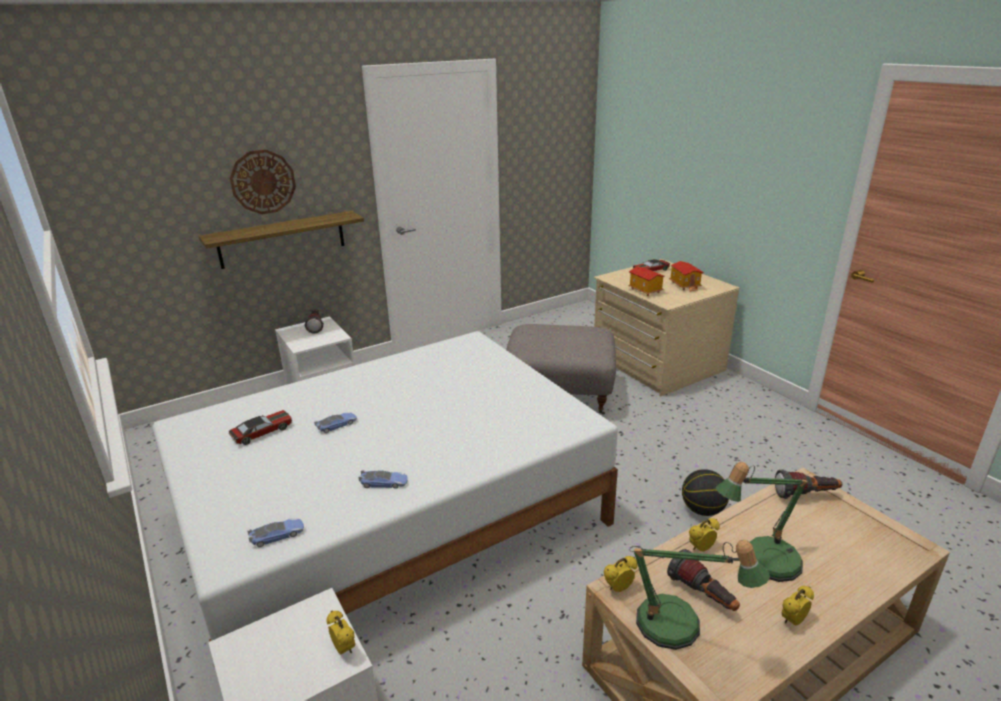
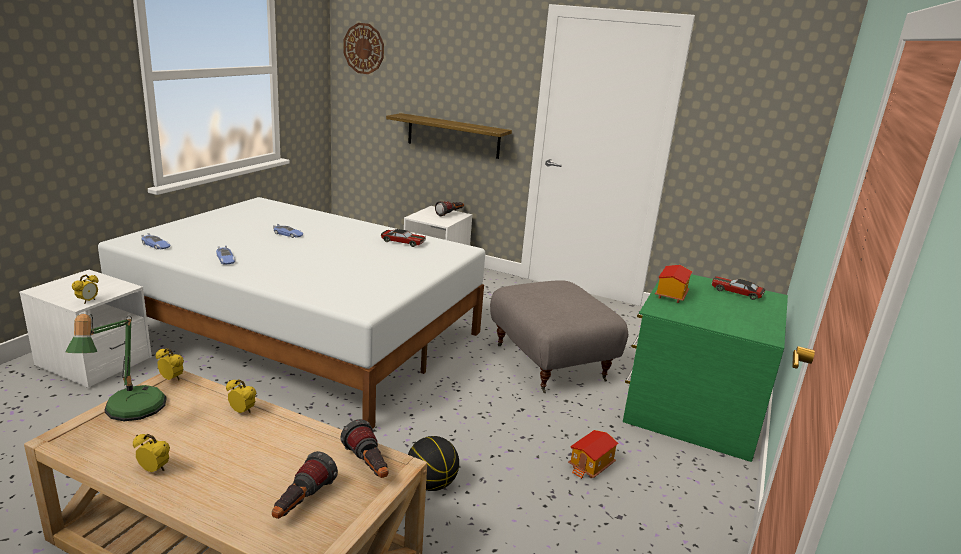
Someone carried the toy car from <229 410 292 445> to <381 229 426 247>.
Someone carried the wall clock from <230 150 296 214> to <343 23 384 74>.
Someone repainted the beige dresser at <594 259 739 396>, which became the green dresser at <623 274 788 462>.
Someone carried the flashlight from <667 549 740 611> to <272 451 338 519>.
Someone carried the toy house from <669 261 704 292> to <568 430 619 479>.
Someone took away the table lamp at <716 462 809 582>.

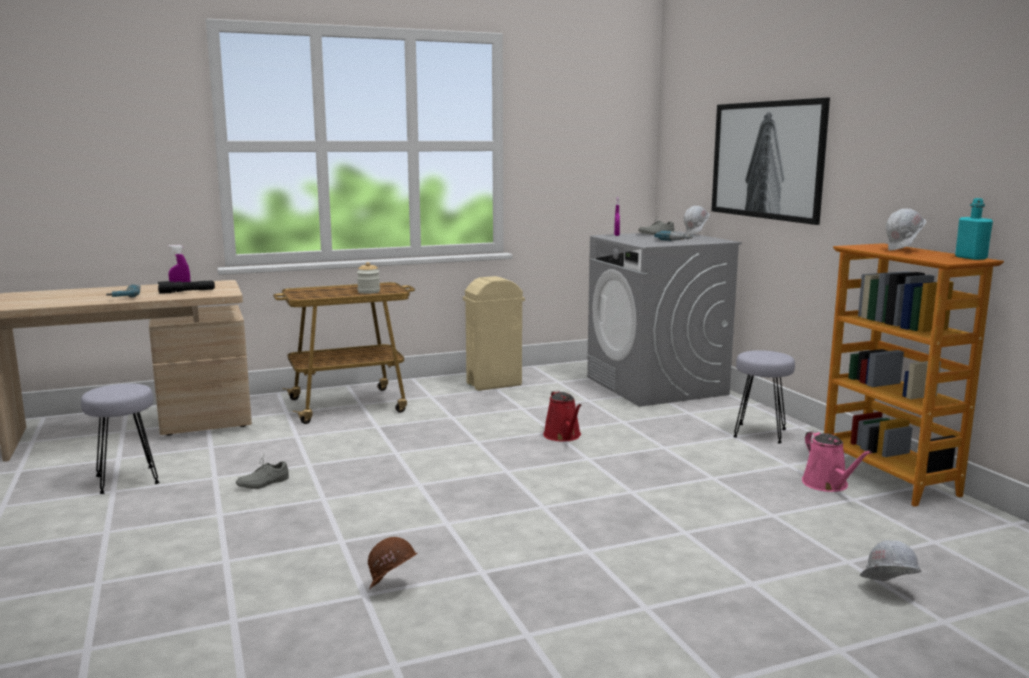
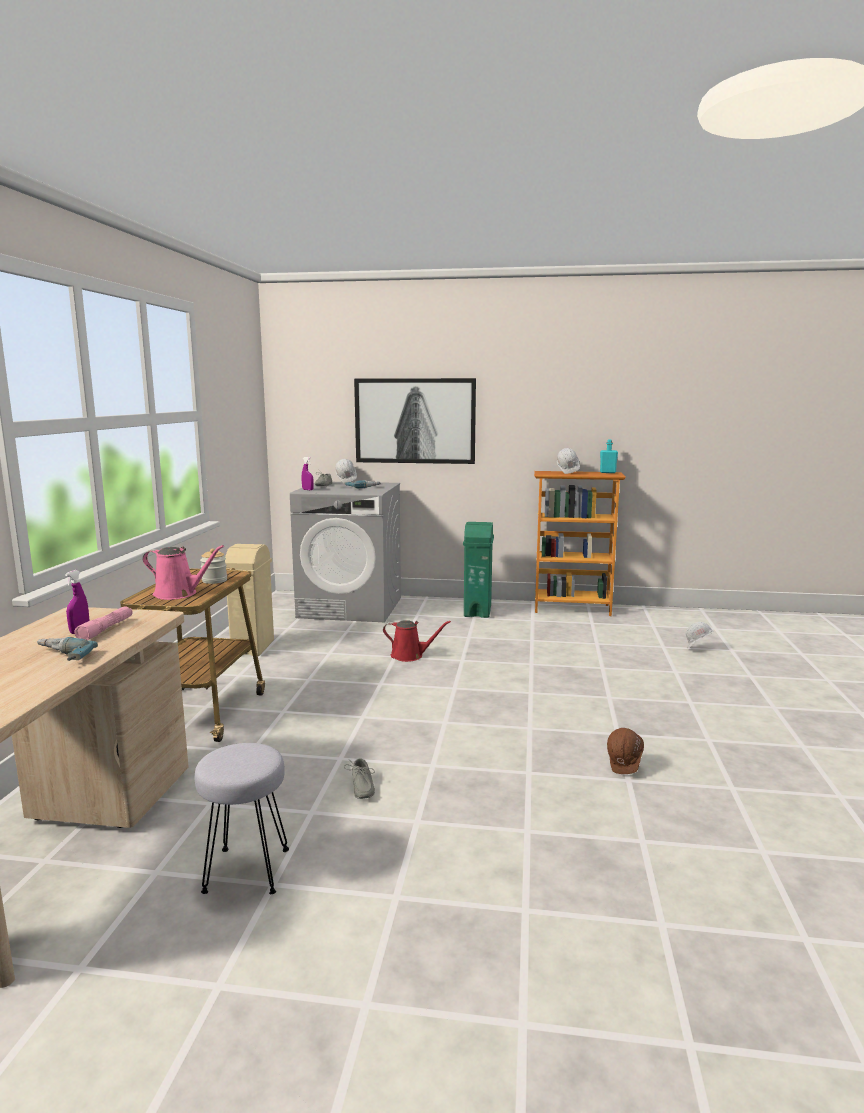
Someone repainted the black flashlight at <158 281 215 294>, which became the pink flashlight at <74 606 132 640>.
Someone swapped the grey stool at <733 350 795 443> for the green trash can at <463 522 494 618>.
Someone carried the pink watering can from <802 430 872 492> to <142 545 224 600>.

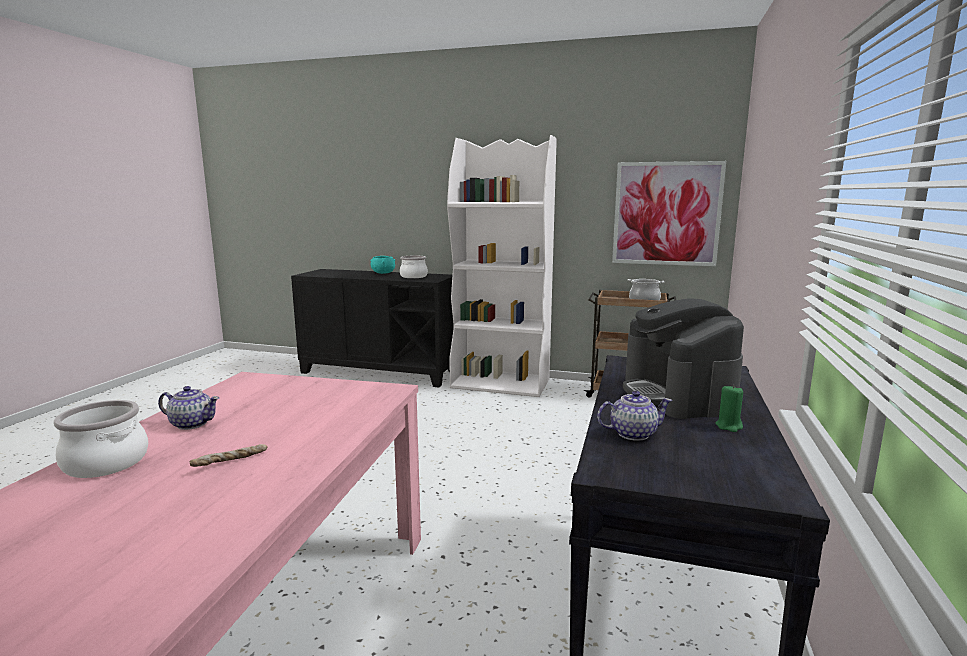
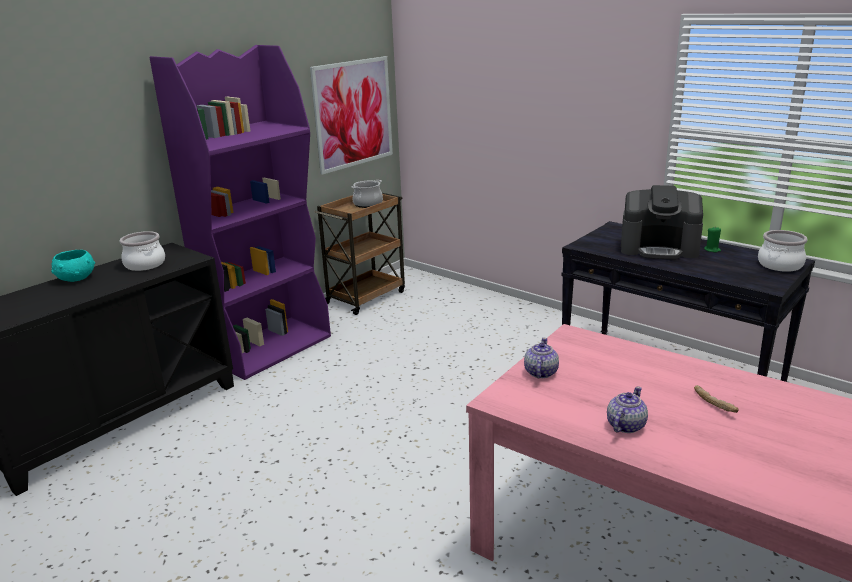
Someone carried the cooking pot from <53 400 148 478> to <758 230 808 272>.
Someone repainted the white bookcase at <447 135 557 397>, which became the purple bookcase at <150 45 331 380>.
Someone carried the teapot from <597 391 672 441> to <524 338 559 378>.

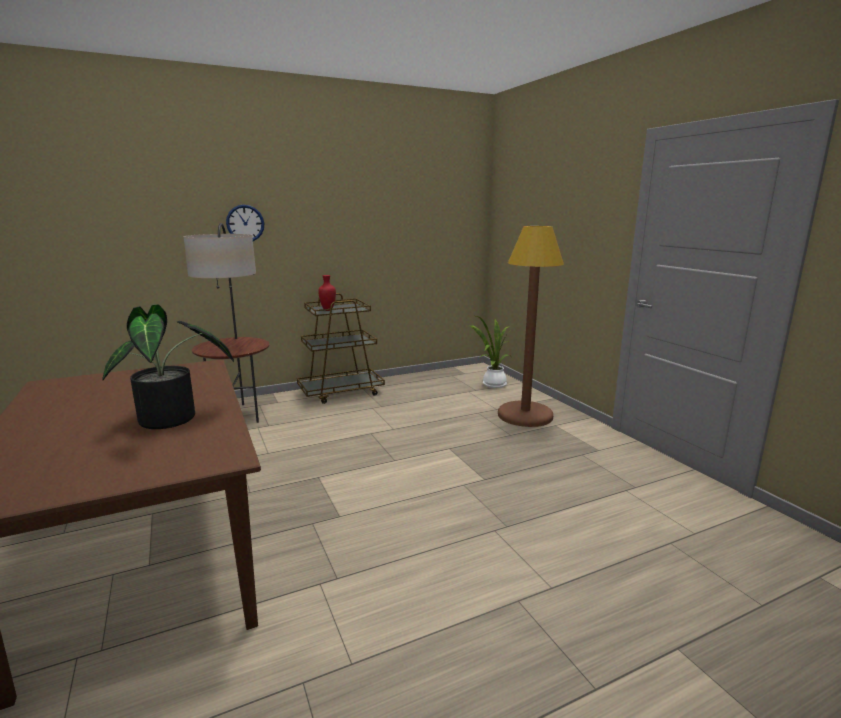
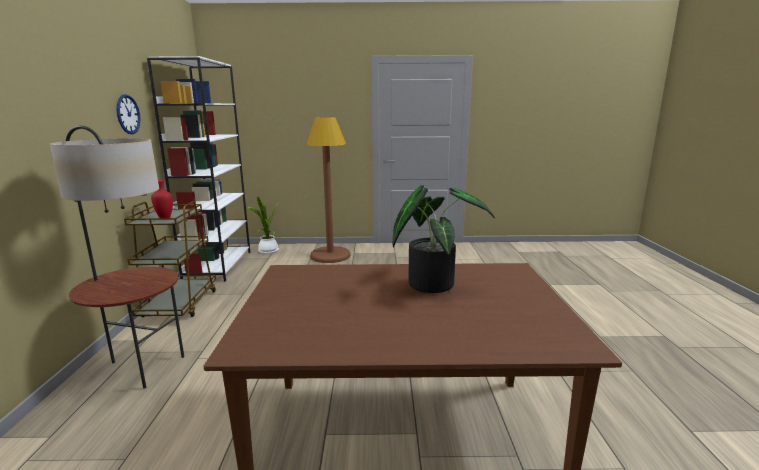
Someone carried the wall clock from <226 205 264 241> to <116 94 140 134>.
Someone put down the white bookcase at <147 56 250 282>.

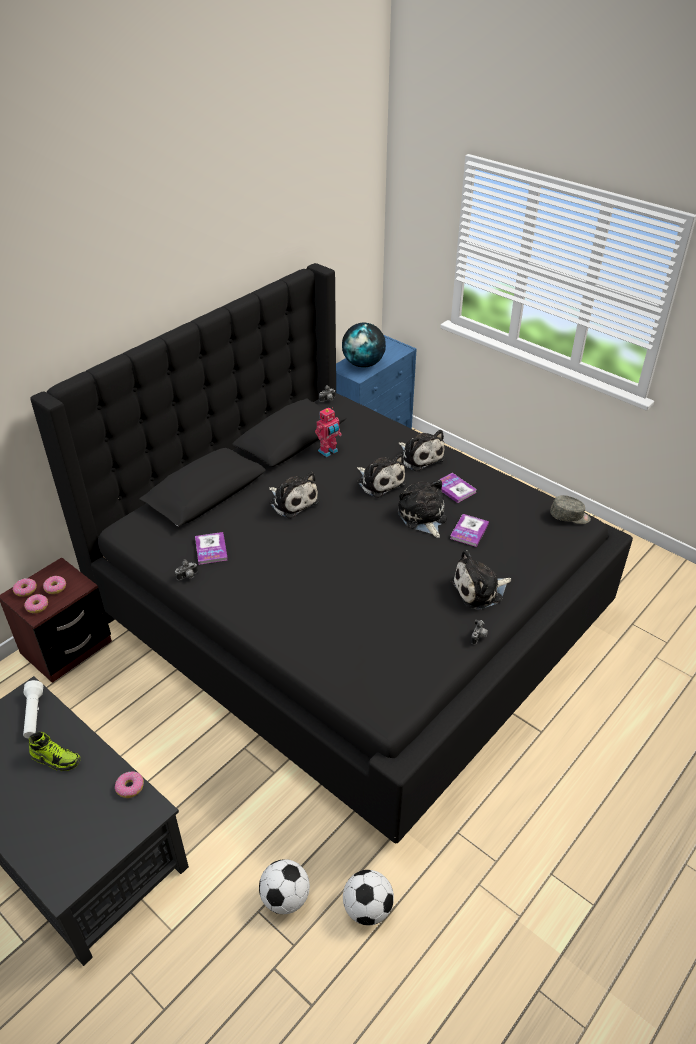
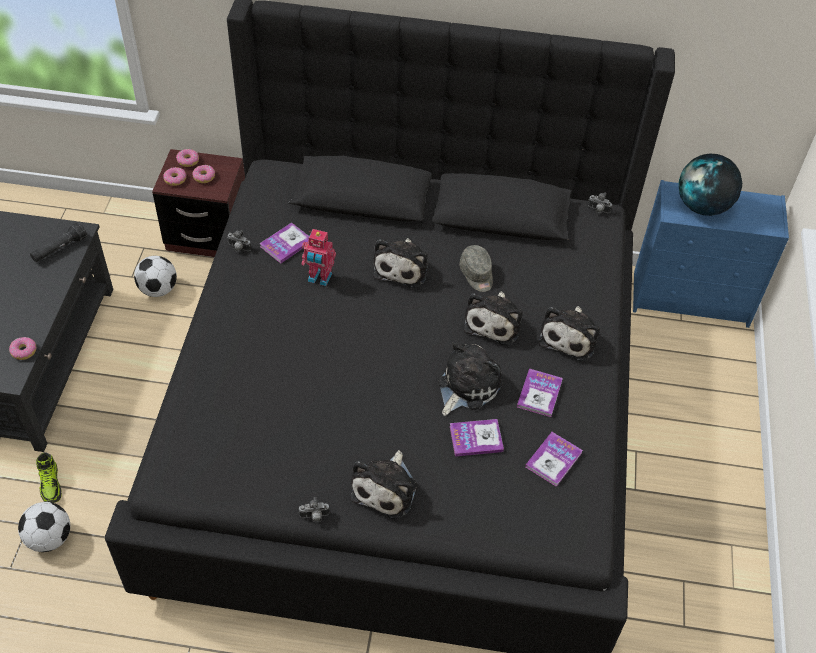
Someone repainted the white flashlight at <23 680 43 739>, which became the black flashlight at <30 222 87 262>.
Someone carried the shoe from <29 731 80 771> to <36 452 62 503>.
Someone carried the toy robot from <315 407 342 457> to <301 229 336 286>.
Someone carried the football from <343 870 394 925> to <134 256 177 297>.
Someone rotated the plush toy at <451 550 511 610> by 105 degrees counterclockwise.
Someone carried the grey cap from <550 495 591 524> to <459 245 493 292>.
Someone put down the book at <525 432 583 487>.

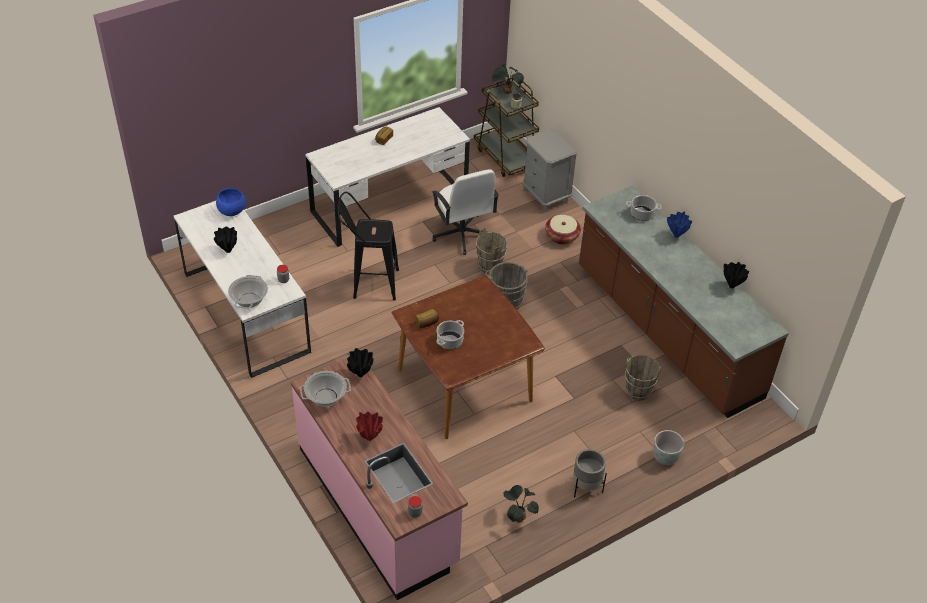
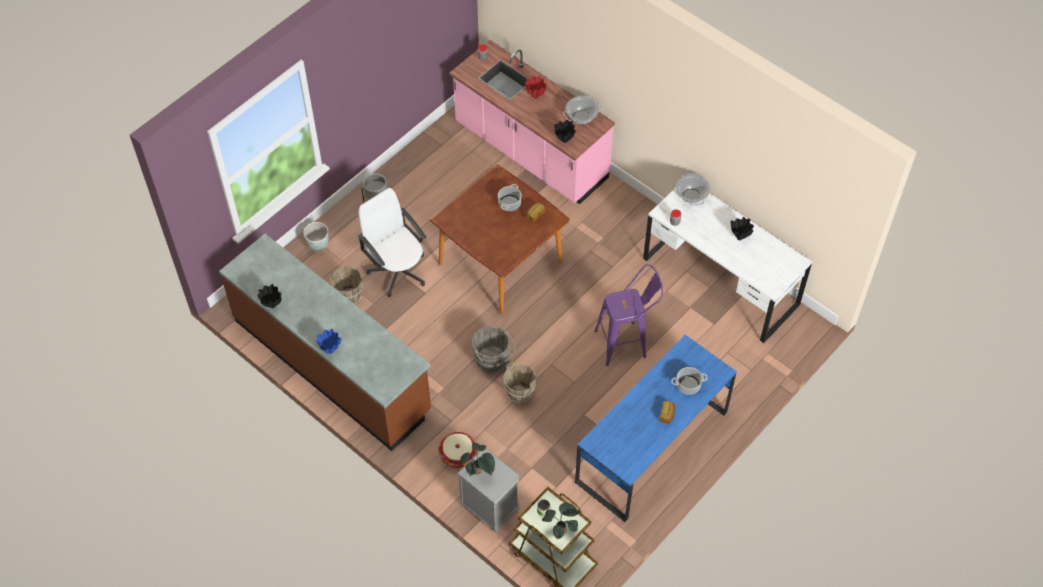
Someone took away the blue bowl at <216 188 246 216>.
Someone repainted the white desk at <305 107 470 247>, which became the blue desk at <575 335 737 522>.
Someone repainted the black stool at <337 192 399 301>, which became the purple stool at <595 264 663 366>.
Someone carried the white office chair from <432 169 499 255> to <357 188 427 297>.
Someone carried the potted plant from <504 485 539 523> to <460 443 495 476>.
Someone carried the cooking pot from <626 195 662 221> to <671 367 708 395>.

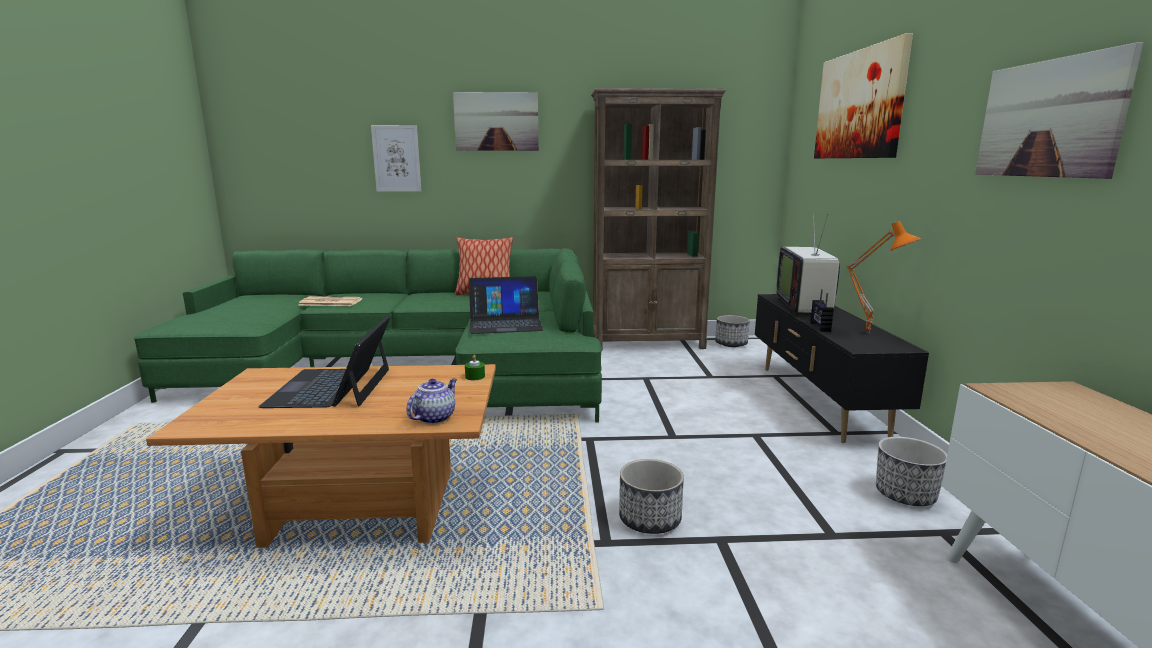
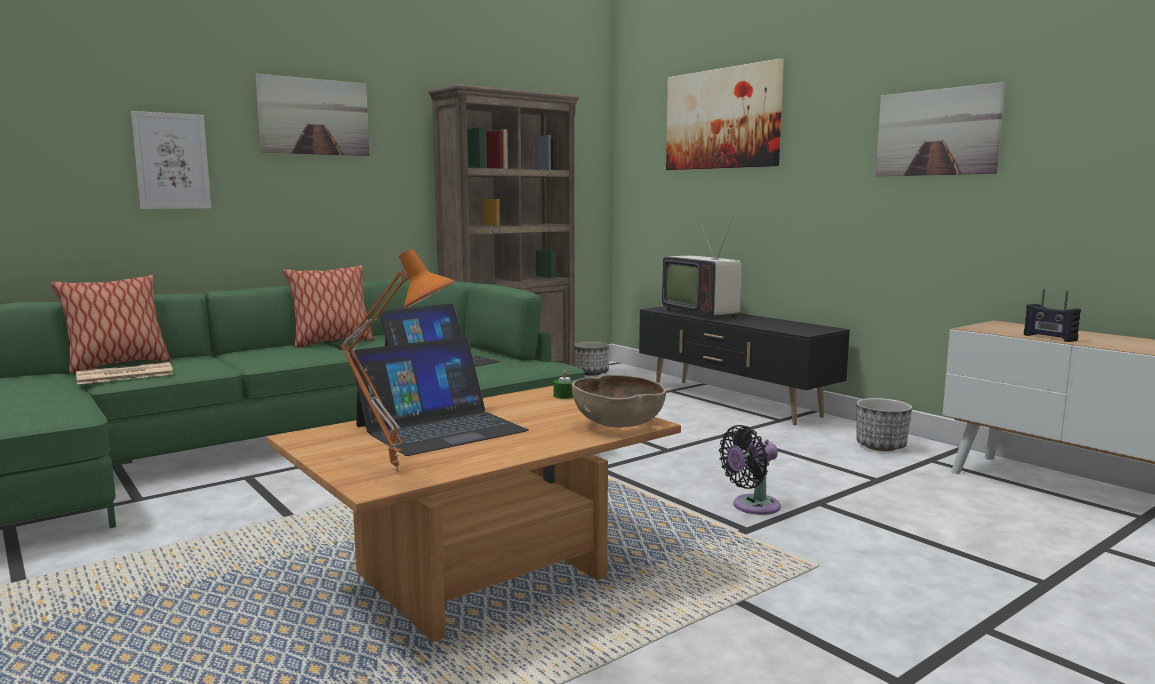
Someone rotated the laptop at <258 316 390 408> by 90 degrees counterclockwise.
Someone swapped the teapot at <406 379 457 424> for the brown bowl at <572 375 666 428>.
Someone swapped the planter at <619 459 684 534> for the black fan at <719 425 781 515>.
Someone carried the radio from <810 290 834 332> to <1024 289 1081 342>.
Someone carried the orange table lamp from <847 221 921 333> to <340 249 454 472>.
Someone put down the pillow at <51 275 171 374>.

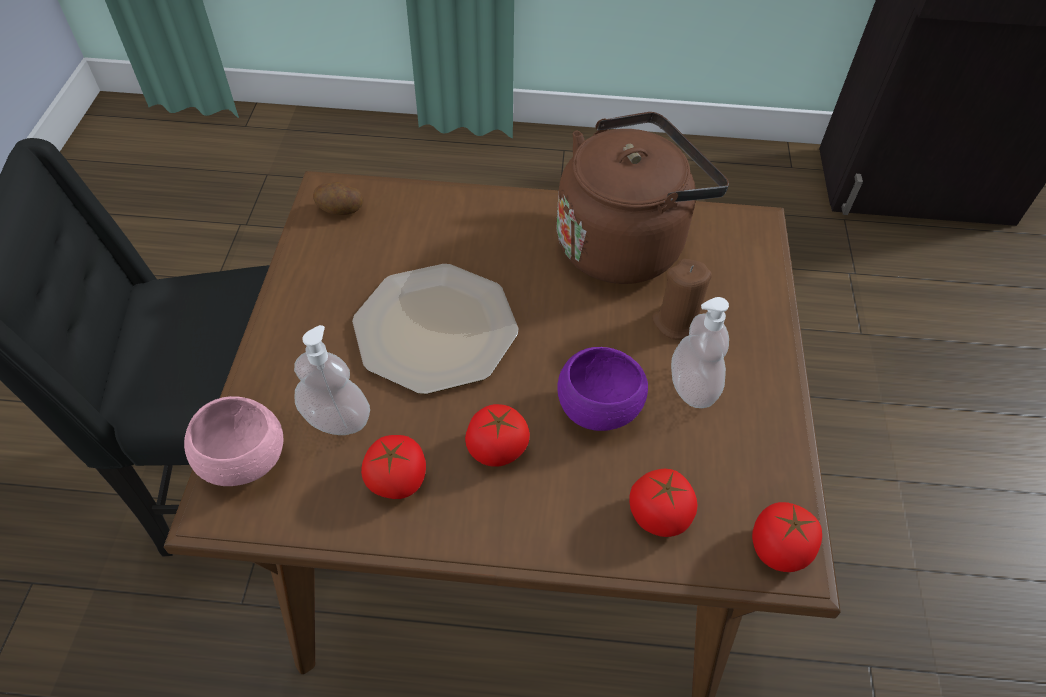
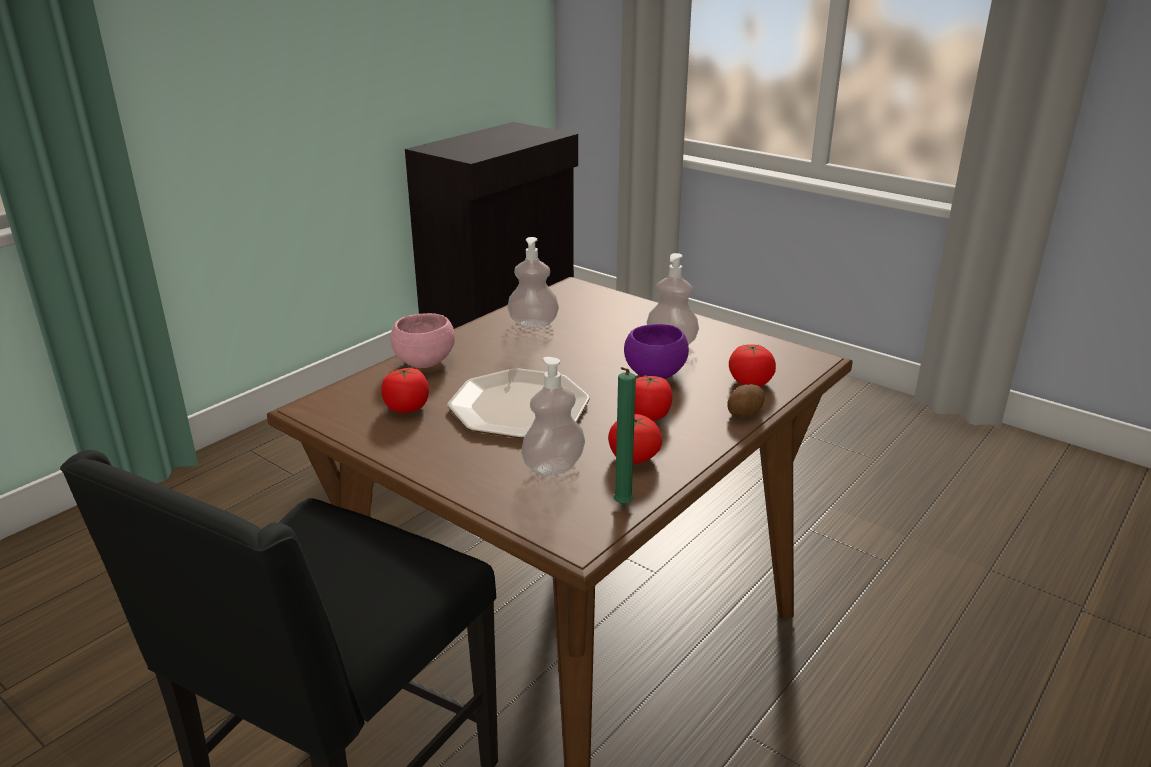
Someone carried the pink bowl from <184 396 283 486> to <391 313 455 368>.
Someone carried the potato from <313 182 363 215> to <727 384 765 417>.
Someone swapped the brown kettle at <556 112 729 284> for the soap dispenser at <508 237 559 328>.
Someone took away the brown candle at <652 259 712 339>.
Someone carried the tomato from <752 502 822 572> to <381 367 429 413>.
Someone put down the green candle at <613 367 636 505>.

